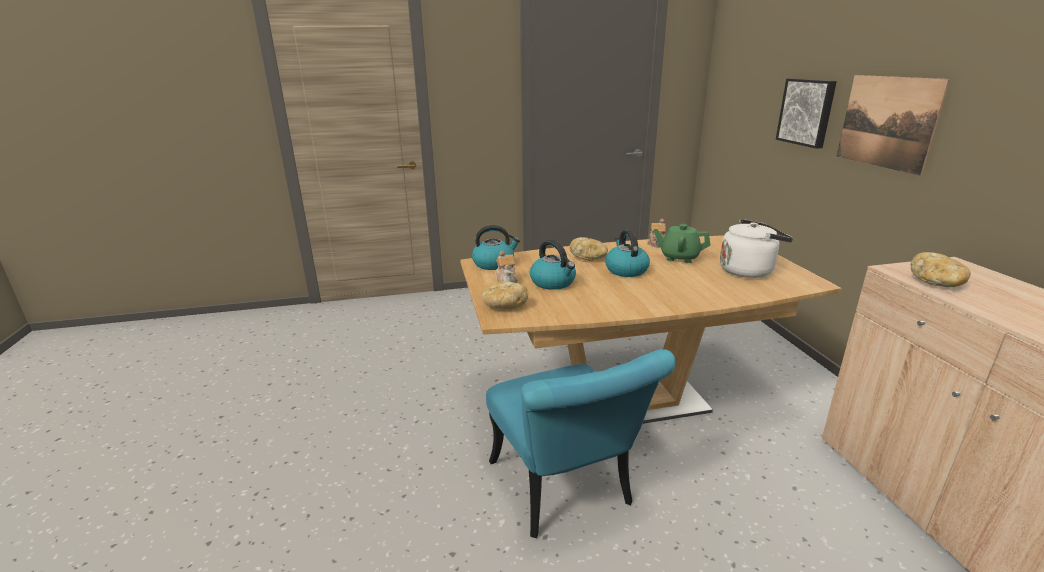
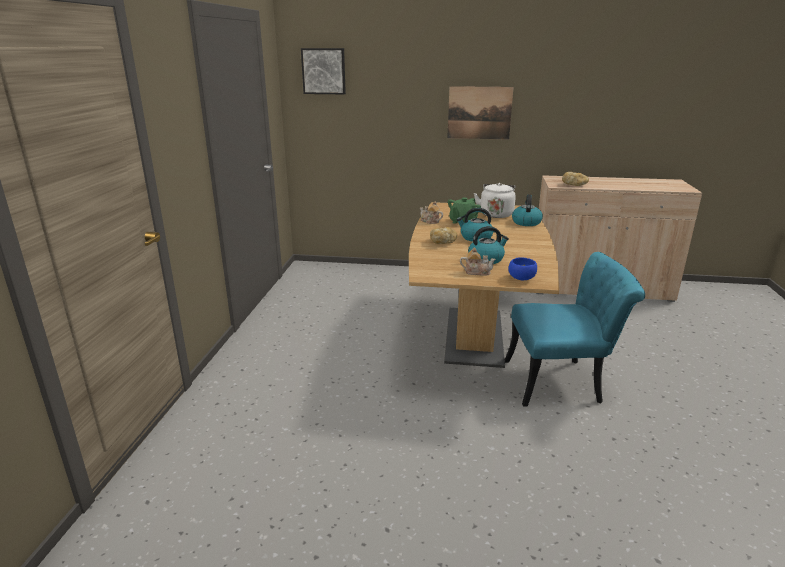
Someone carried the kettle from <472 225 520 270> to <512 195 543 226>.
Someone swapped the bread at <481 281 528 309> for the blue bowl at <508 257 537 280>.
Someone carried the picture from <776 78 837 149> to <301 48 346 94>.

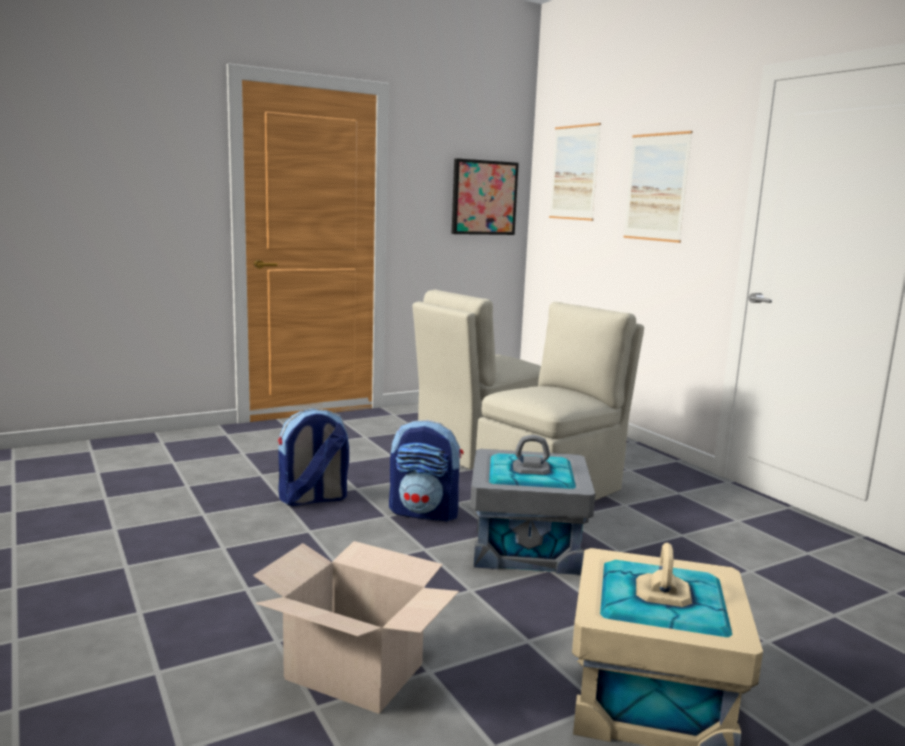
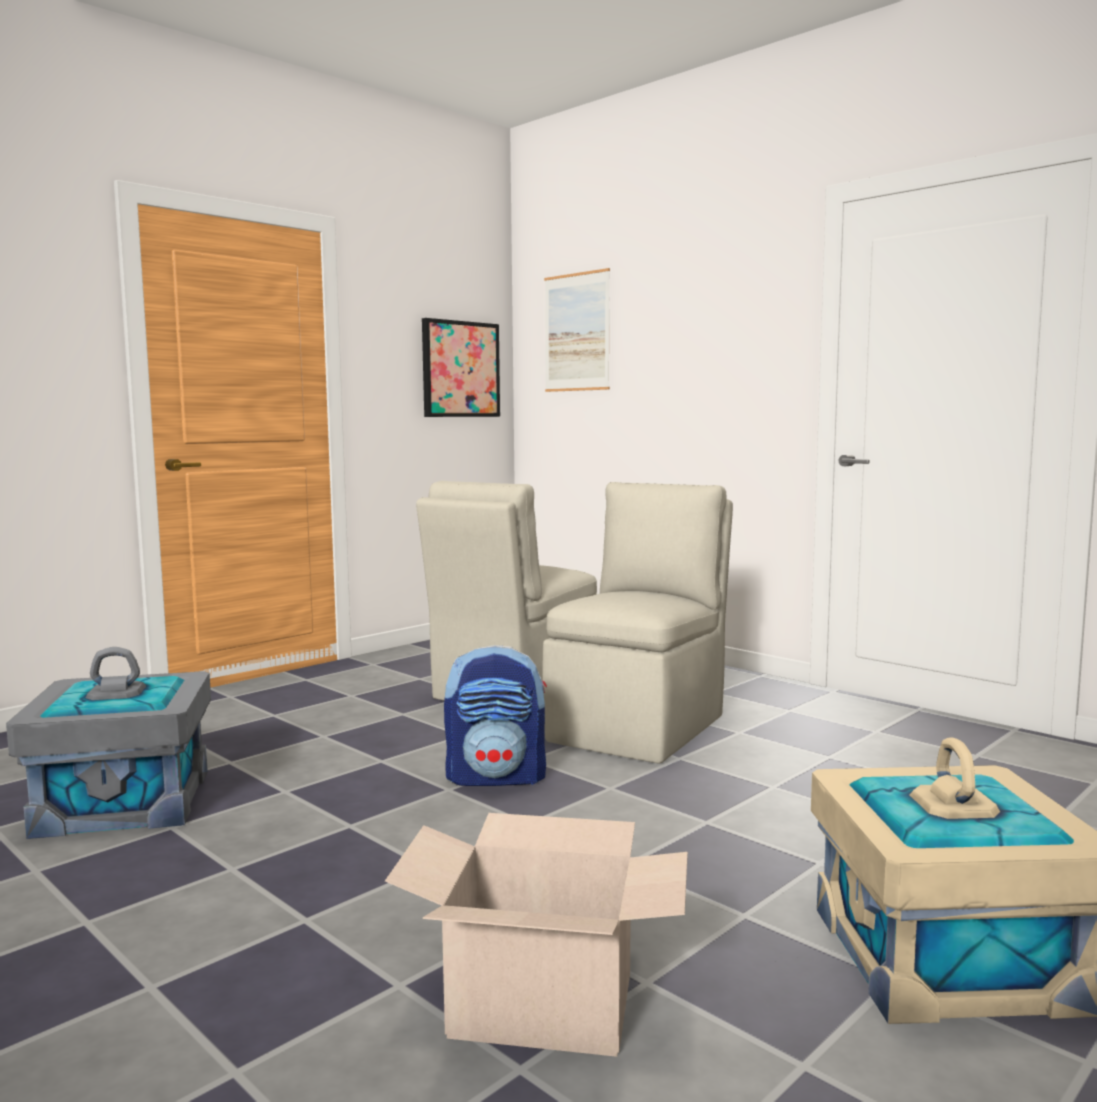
Someone took away the backpack at <278 409 349 506>.
Someone carried the grey storage box from <470 435 595 575> to <6 647 211 839>.
Someone took away the picture at <623 131 692 243>.

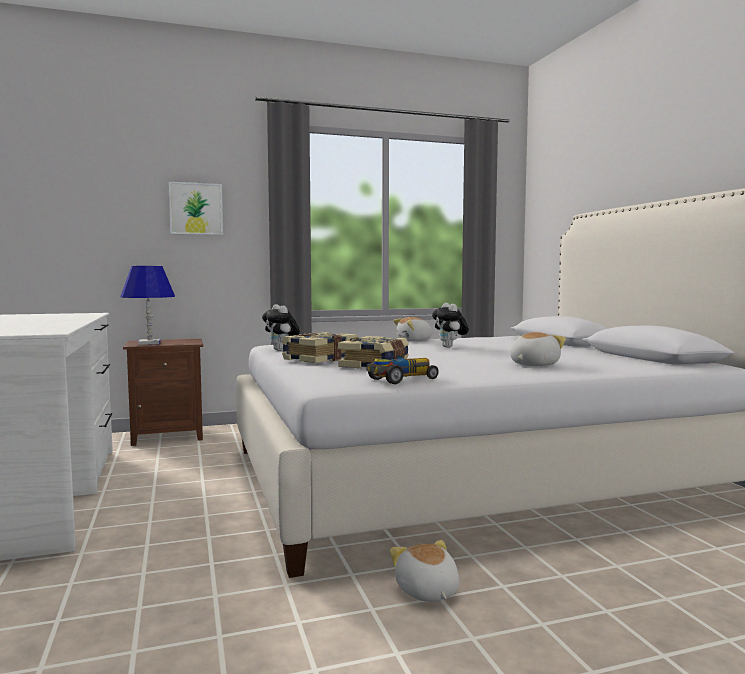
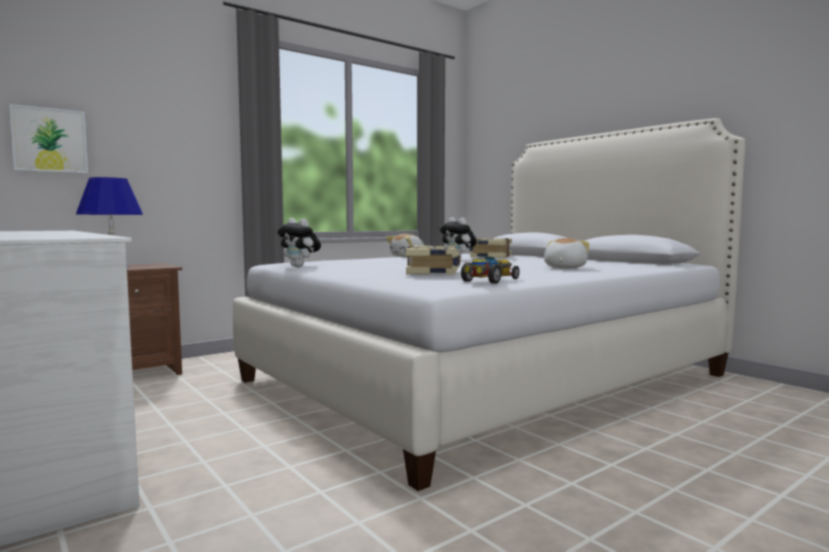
Someone carried the picture from <169 182 223 235> to <9 104 88 174>.
Someone carried the book from <282 332 358 363> to <469 238 512 258>.
Someone took away the plush toy at <390 540 460 602>.

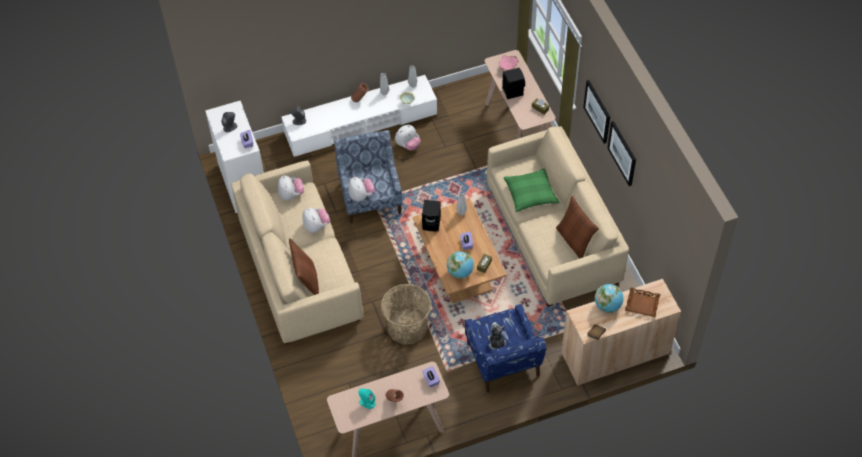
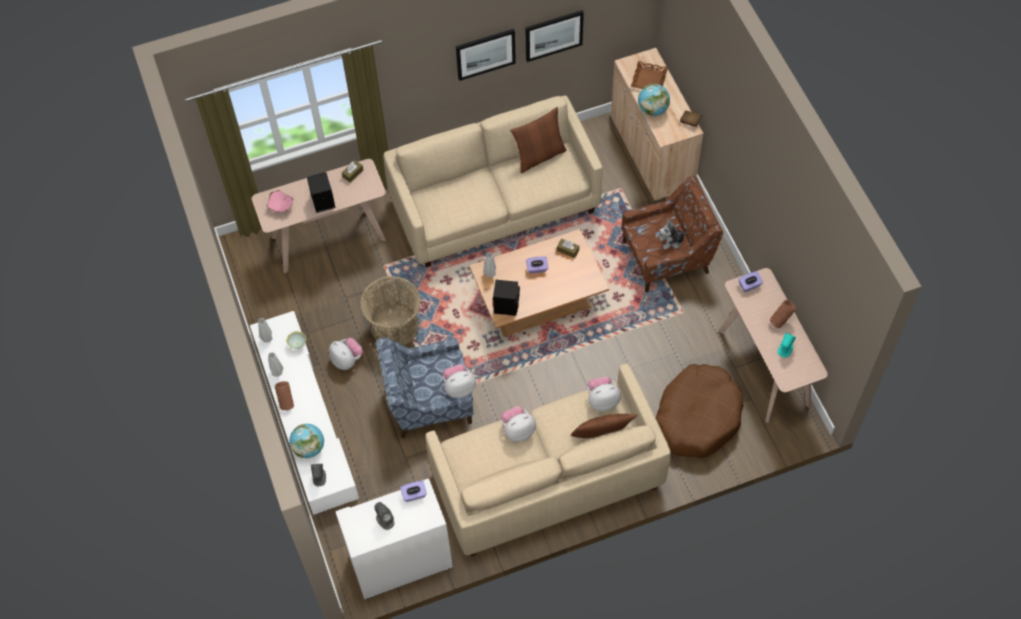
Someone carried the plush toy from <278 175 304 201> to <587 376 621 411>.
Someone carried the basket from <381 284 432 344> to <360 276 421 345>.
Someone carried the globe from <447 251 474 279> to <289 424 324 458>.
Someone repainted the blue armchair at <465 304 547 392>, which became the brown armchair at <621 176 723 292>.
Someone took away the green pillow at <504 168 560 212>.
Someone carried the picture from <583 80 610 144> to <526 10 584 62>.
Someone put down the brown dog bed at <656 364 744 458>.

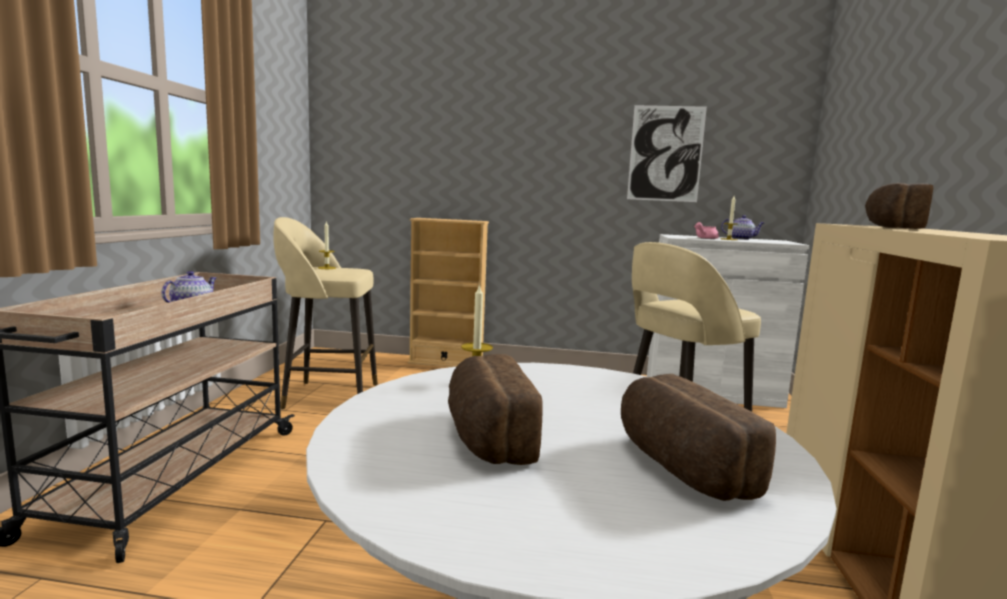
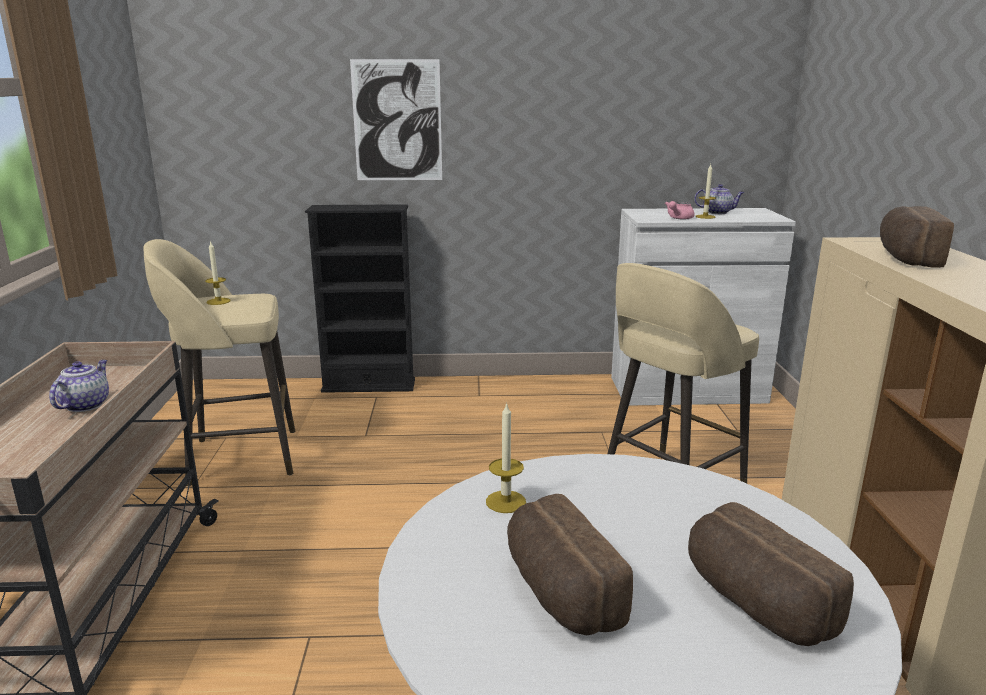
Someone repainted the beige bookcase at <408 218 489 367>, which became the black bookcase at <305 204 415 393>.
Someone carried the picture from <627 105 707 202> to <350 59 442 180>.

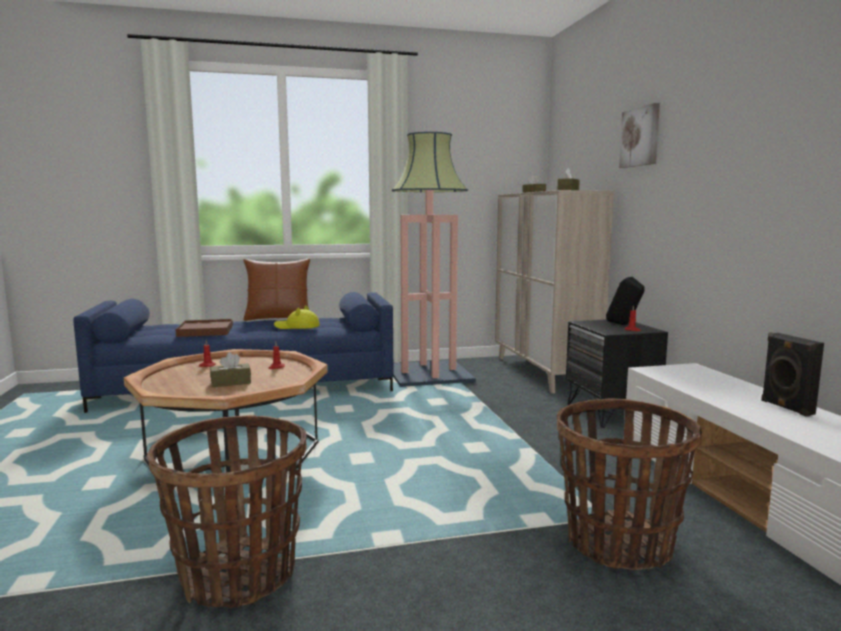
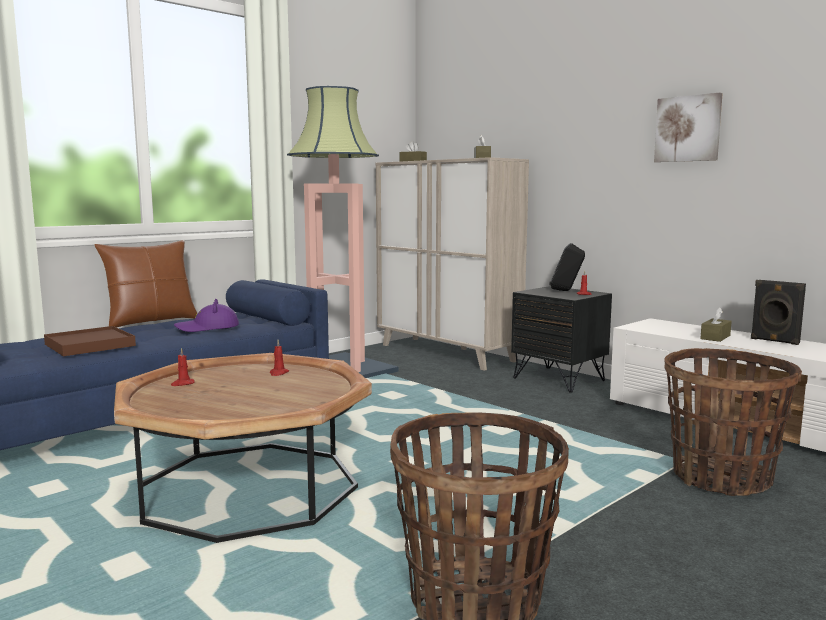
Someone carried the brown tissue box from <210 352 251 387> to <700 307 732 342>.
Someone repainted the yellow hat at <274 305 320 329>, which became the purple hat at <174 299 239 332>.
Someone carried the picture from <619 103 660 168> to <654 93 723 162>.

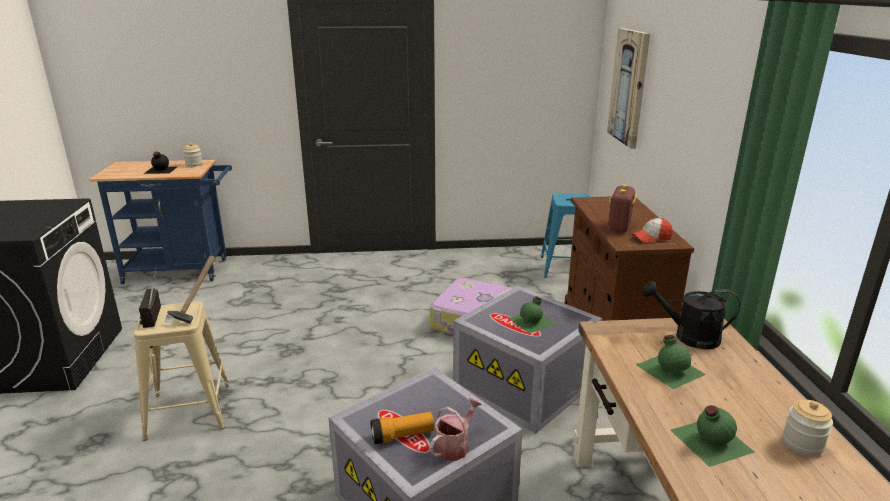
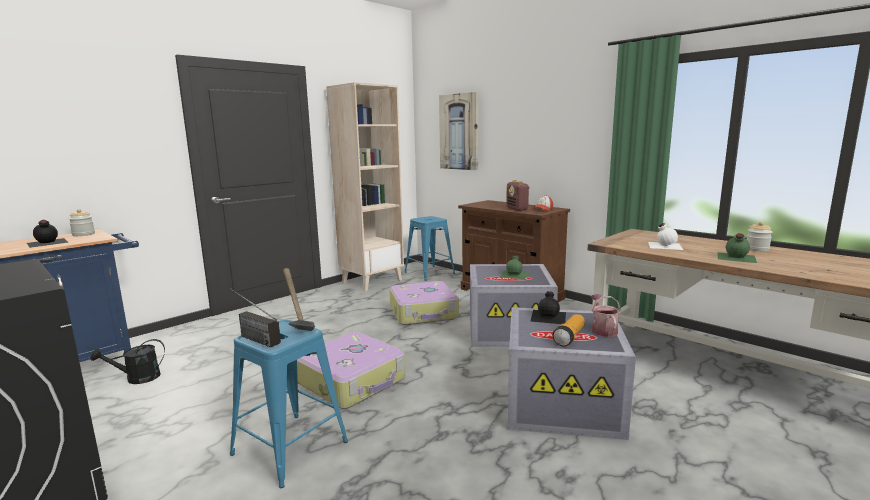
Someone repainted the beige stool at <134 301 230 441>, which became the blue stool at <230 319 348 488>.
Someone repainted the green bottle at <636 335 706 389>, which became the white bottle at <648 223 683 250>.
Someone carried the black watering can from <642 281 740 349> to <90 339 165 384>.
Someone put down the suitcase at <297 332 405 409>.
Someone put down the beige bookcase at <326 82 404 291>.
Someone put down the black bottle at <530 291 566 324>.

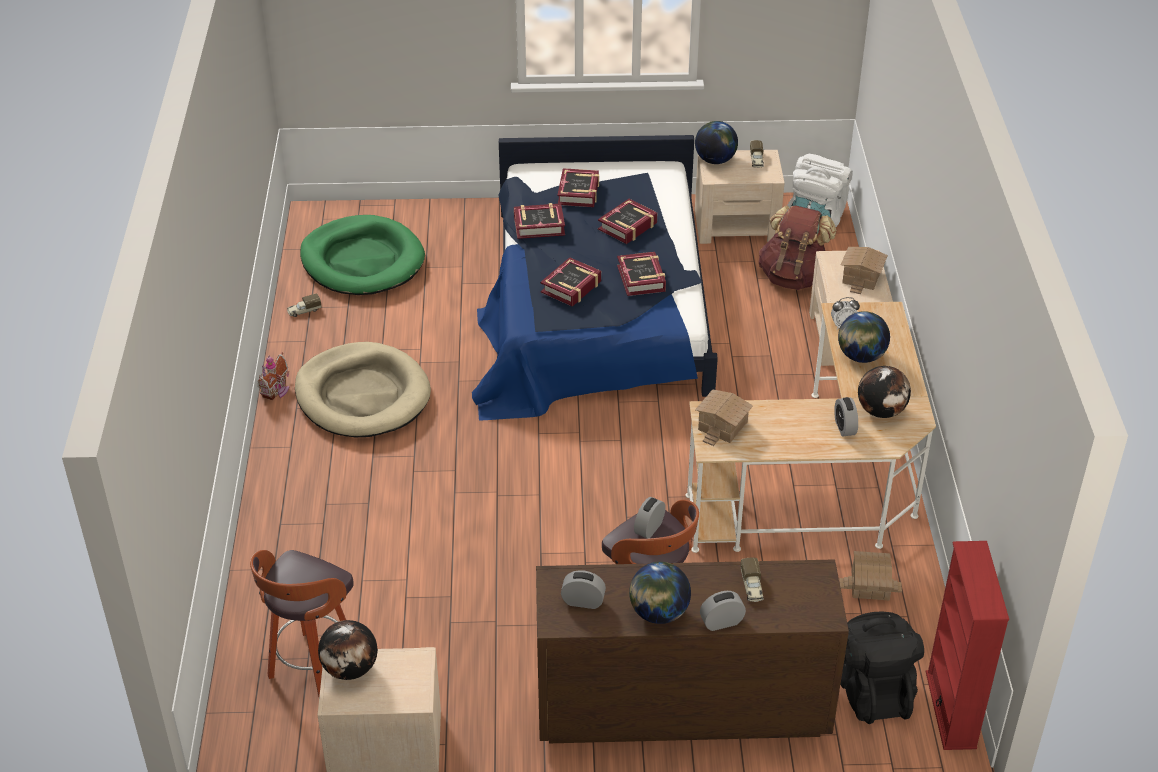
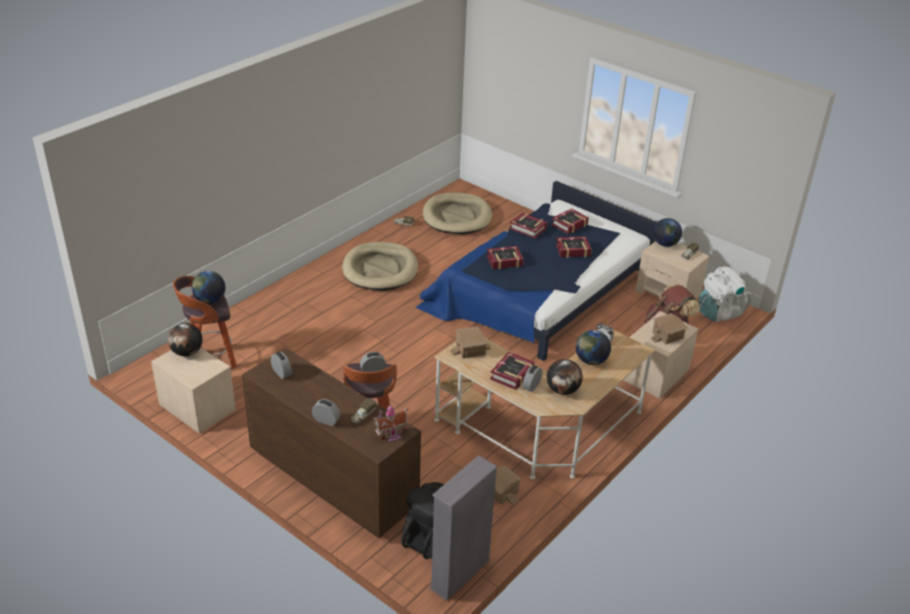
Someone carried the toy house from <258 352 289 400> to <372 405 409 442>.
Someone repainted the green dog bed at <300 215 425 295>, which became the beige dog bed at <423 193 492 235>.
Someone carried the book from <617 252 666 296> to <490 352 534 390>.
Someone carried the globe from <629 562 691 624> to <192 271 225 304>.
Someone repainted the red bookcase at <926 541 1009 750>, which became the grey bookcase at <429 456 498 601>.

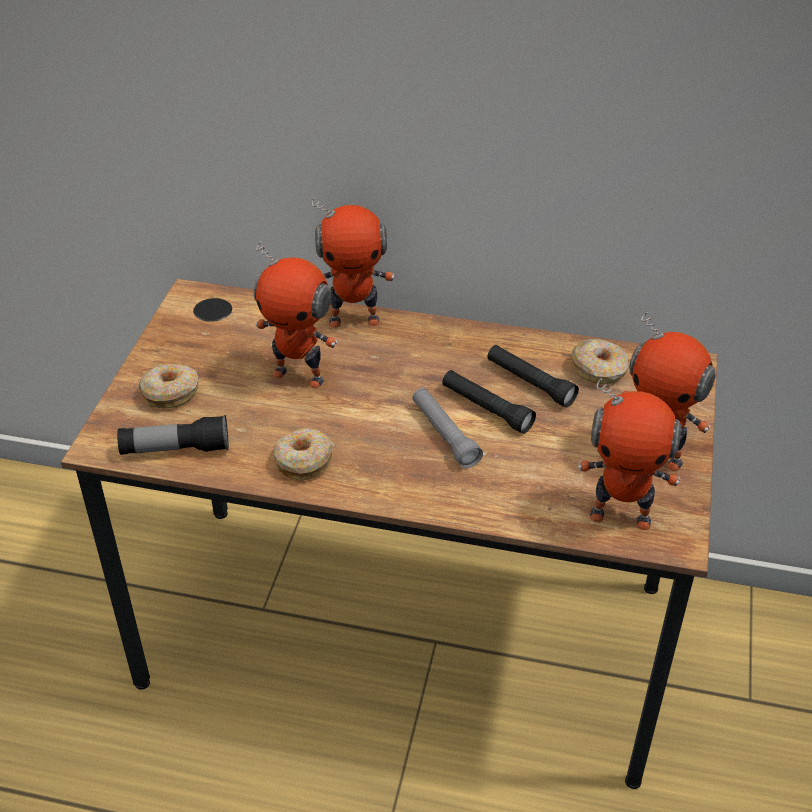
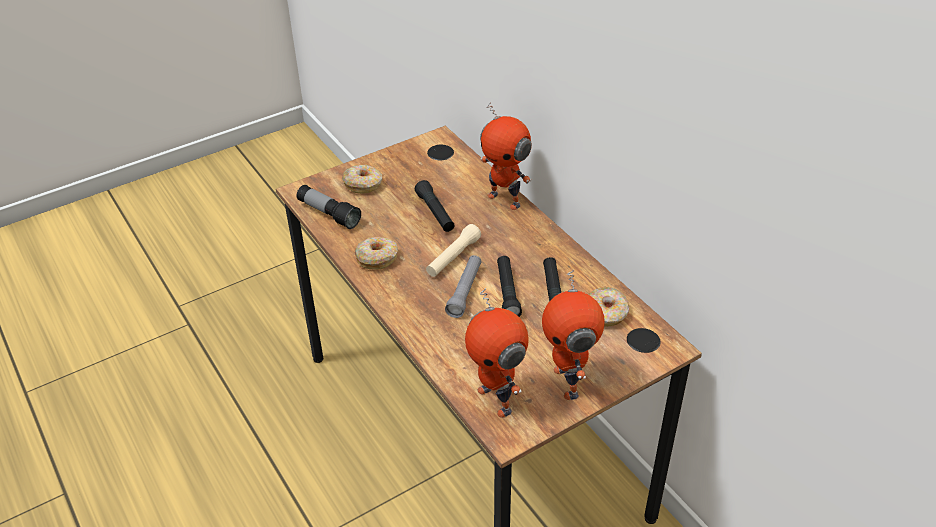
Someone swapped the toy robot at <254 241 338 388> for the black flashlight at <415 180 454 232>.
Someone put down the beige flashlight at <426 224 481 277>.

